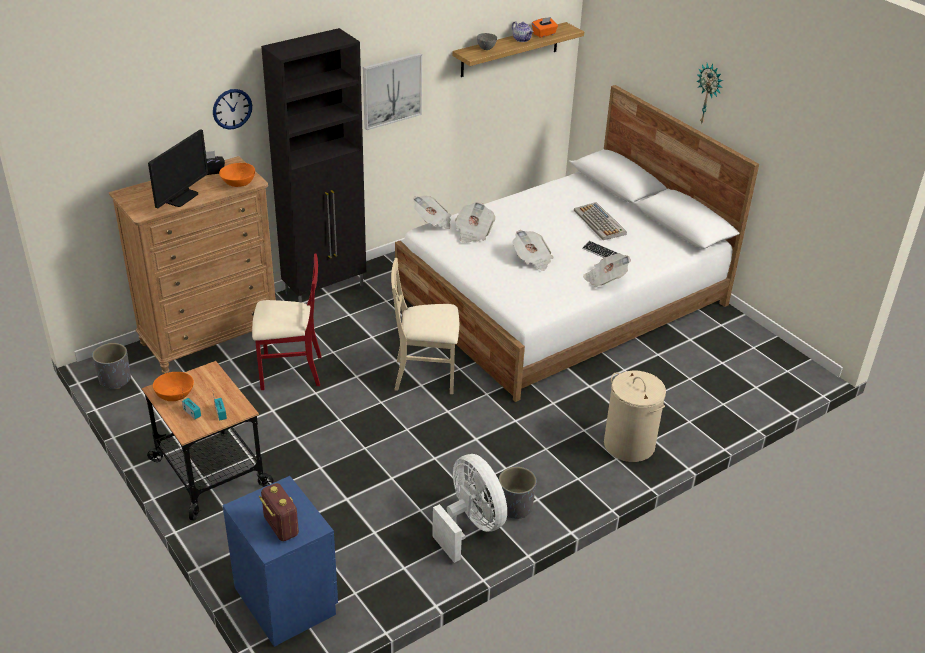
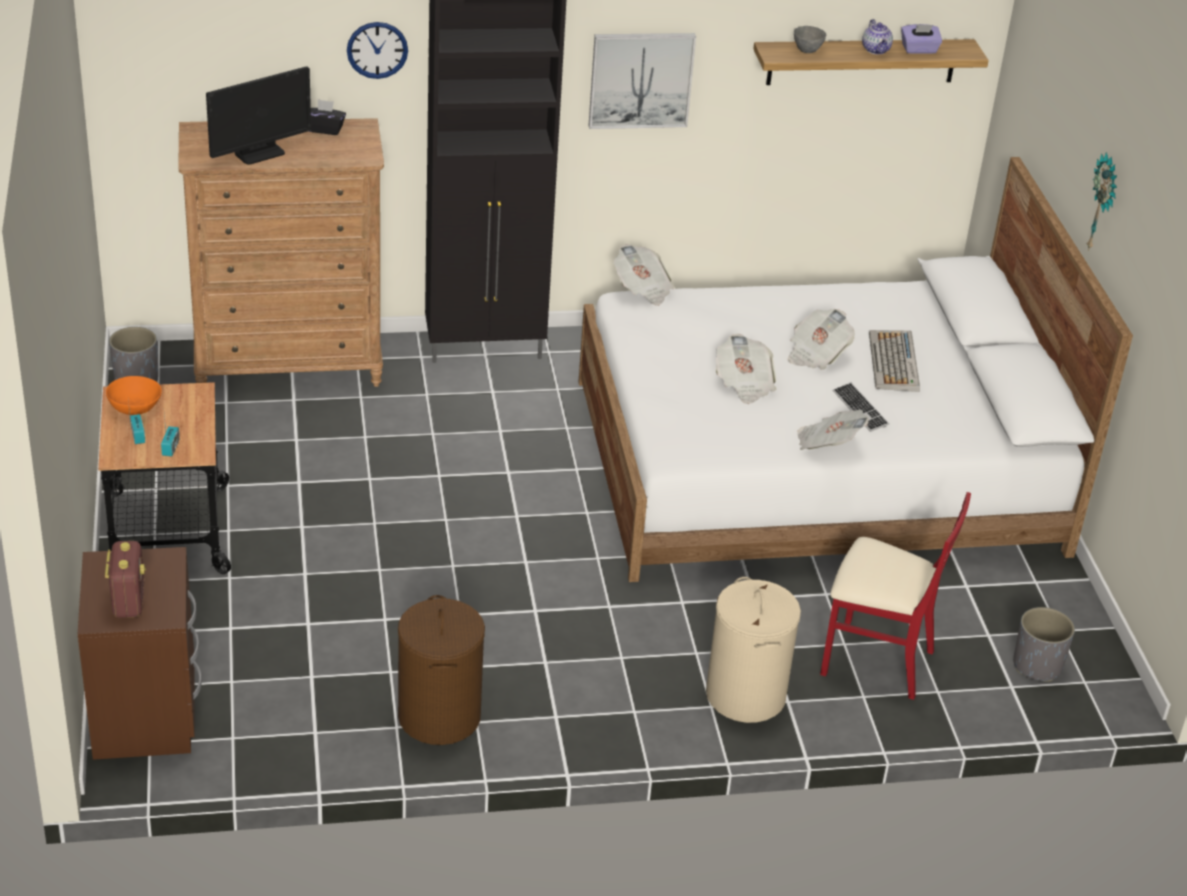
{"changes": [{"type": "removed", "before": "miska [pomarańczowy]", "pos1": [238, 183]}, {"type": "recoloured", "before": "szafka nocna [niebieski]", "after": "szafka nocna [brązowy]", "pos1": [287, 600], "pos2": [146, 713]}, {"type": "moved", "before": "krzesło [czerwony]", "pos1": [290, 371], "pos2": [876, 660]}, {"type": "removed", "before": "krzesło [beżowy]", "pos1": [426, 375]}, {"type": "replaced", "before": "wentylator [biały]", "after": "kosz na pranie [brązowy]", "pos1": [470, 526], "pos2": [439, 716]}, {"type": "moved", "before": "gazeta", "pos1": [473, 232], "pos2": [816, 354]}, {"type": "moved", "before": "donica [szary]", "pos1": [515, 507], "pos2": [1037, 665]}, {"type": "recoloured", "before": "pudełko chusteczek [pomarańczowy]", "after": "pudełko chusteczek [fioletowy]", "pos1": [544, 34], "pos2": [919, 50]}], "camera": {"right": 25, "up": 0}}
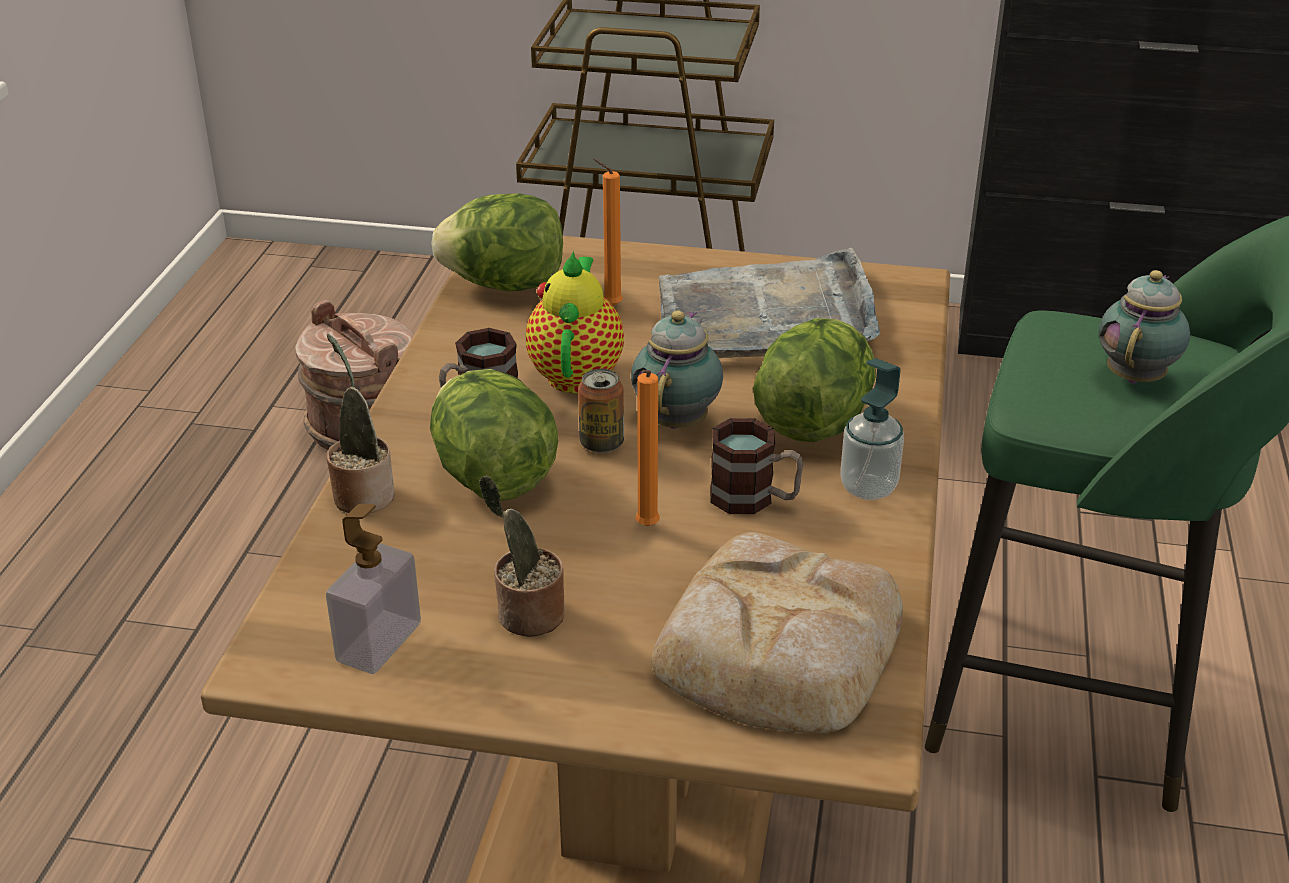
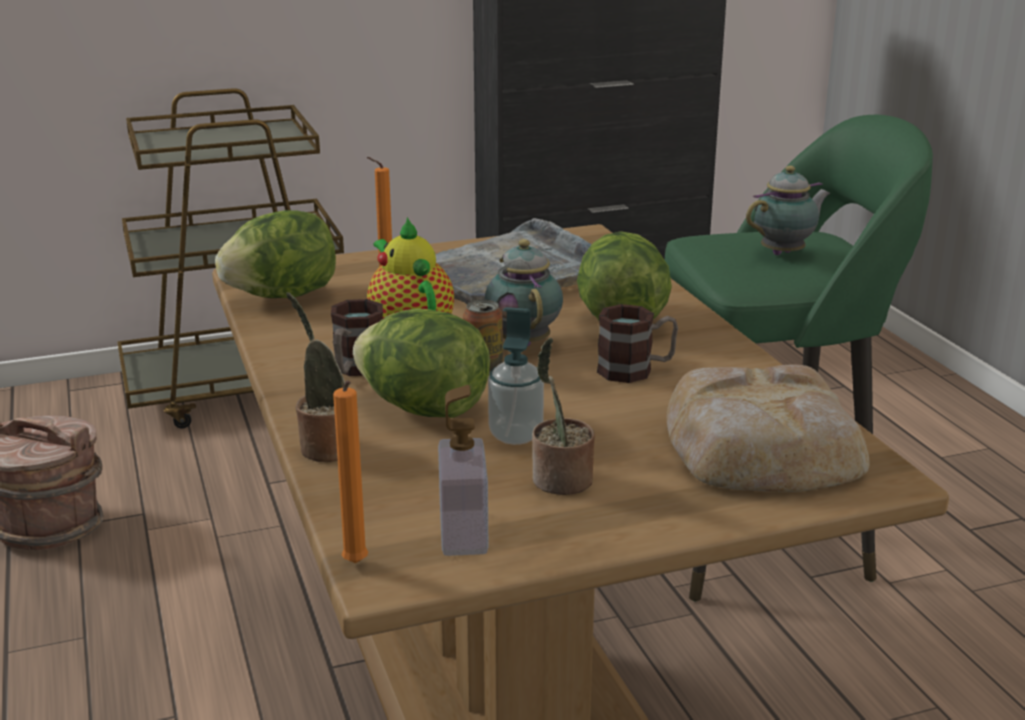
{"changes": [{"type": "moved", "before": "świeca [pomarańczowy]", "pos1": [646, 528], "pos2": [355, 565]}, {"type": "moved", "before": "dozownik mydła", "pos1": [868, 488], "pos2": [515, 435]}, {"type": "turned", "before": "imbryk", "pos1": [1136, 376], "pos2": [785, 253], "turn": 60}], "camera": {"right": -30, "up": -10}}
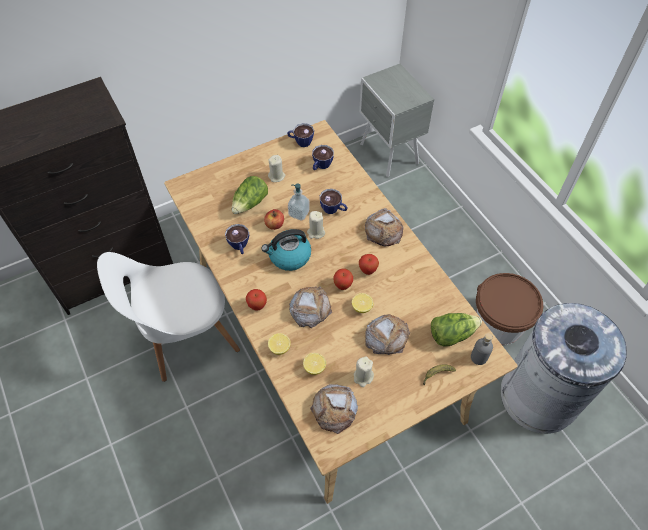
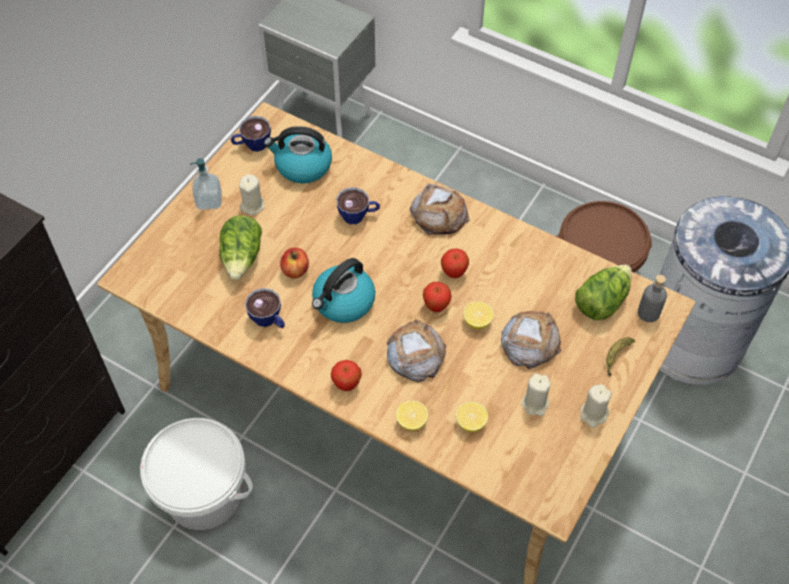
{"changes": [{"type": "replaced", "before": "krzesło [biały]", "after": "wiadro [biały]", "pos1": [185, 336], "pos2": [203, 494]}, {"type": "moved", "before": "dozownik mydła", "pos1": [299, 213], "pos2": [209, 201]}, {"type": "moved", "before": "świeca [beżowy]", "pos1": [316, 232], "pos2": [593, 414]}, {"type": "removed", "before": "chleb", "pos1": [334, 409]}, {"type": "replaced", "before": "filiżanka", "after": "czajnik", "pos1": [321, 166], "pos2": [302, 166]}], "camera": {"right": -30, "up": 0}}
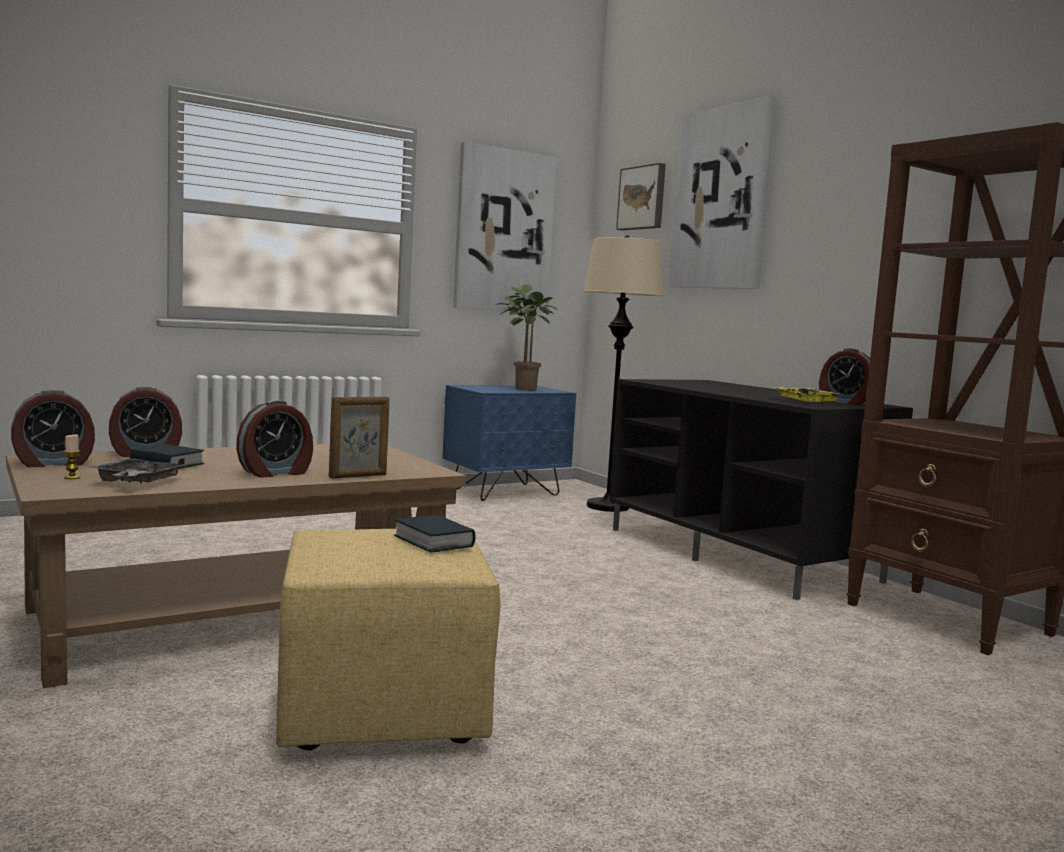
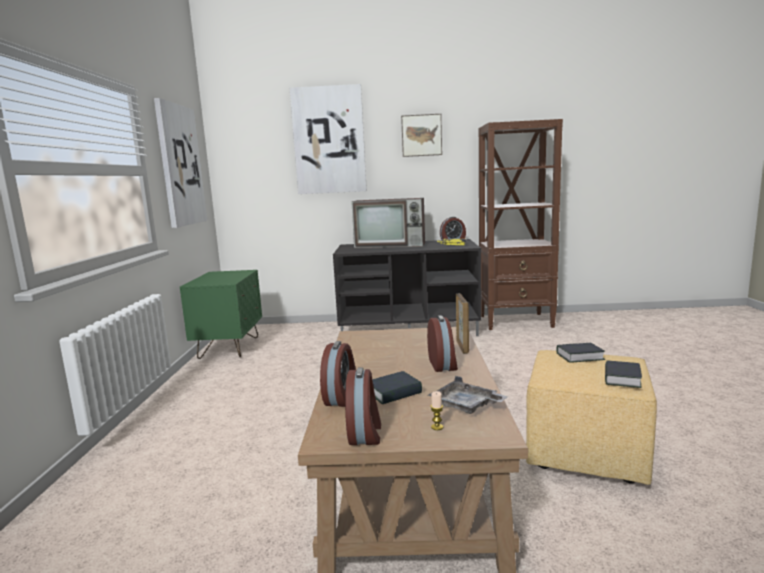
{"changes": [{"type": "recoloured", "before": "szafka nocna [niebieski]", "after": "szafka nocna [zielony]", "pos1": [505, 492], "pos2": [229, 347]}, {"type": "removed", "before": "roślina doniczkowa", "pos1": [522, 389]}, {"type": "removed", "before": "lampa stojąca [beżowy]", "pos1": [608, 506]}, {"type": "moved", "before": "obraz", "pos1": [643, 198], "pos2": [421, 135]}, {"type": "added", "after": "telewizor", "pos2": [391, 245]}, {"type": "added", "after": "książka", "pos2": [622, 379]}], "camera": {"right": -55, "up": 5}}
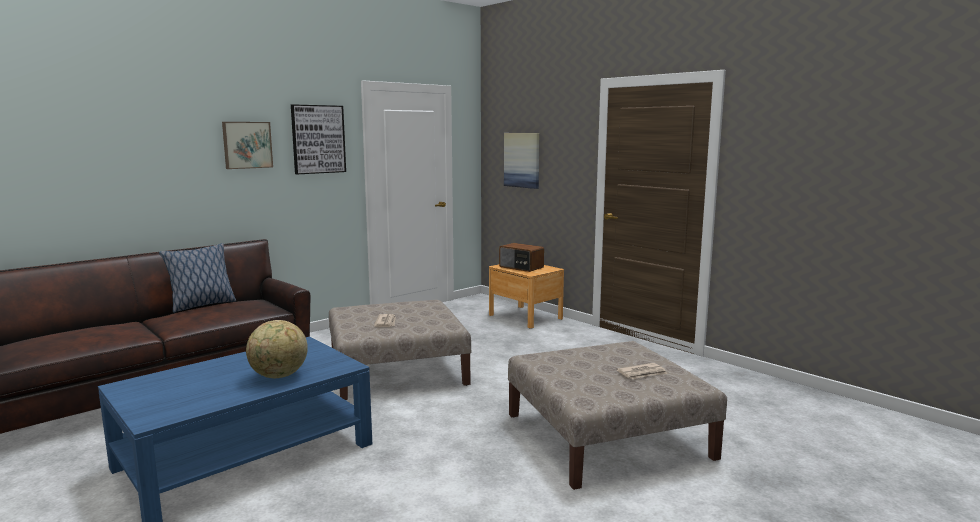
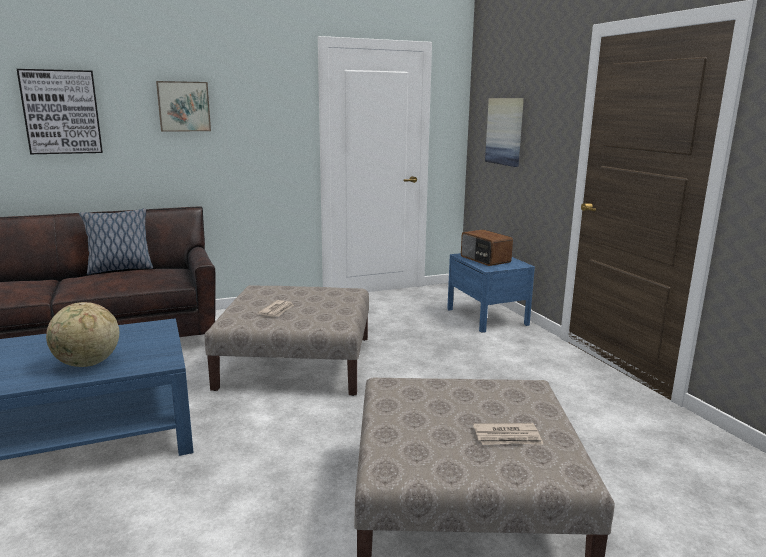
{"changes": [{"type": "moved", "before": "obraz", "pos1": [318, 139], "pos2": [61, 112]}, {"type": "recoloured", "before": "szafka nocna [brązowy]", "after": "szafka nocna [niebieski]", "pos1": [525, 317], "pos2": [487, 316]}], "camera": {"right": 20, "up": 5}}
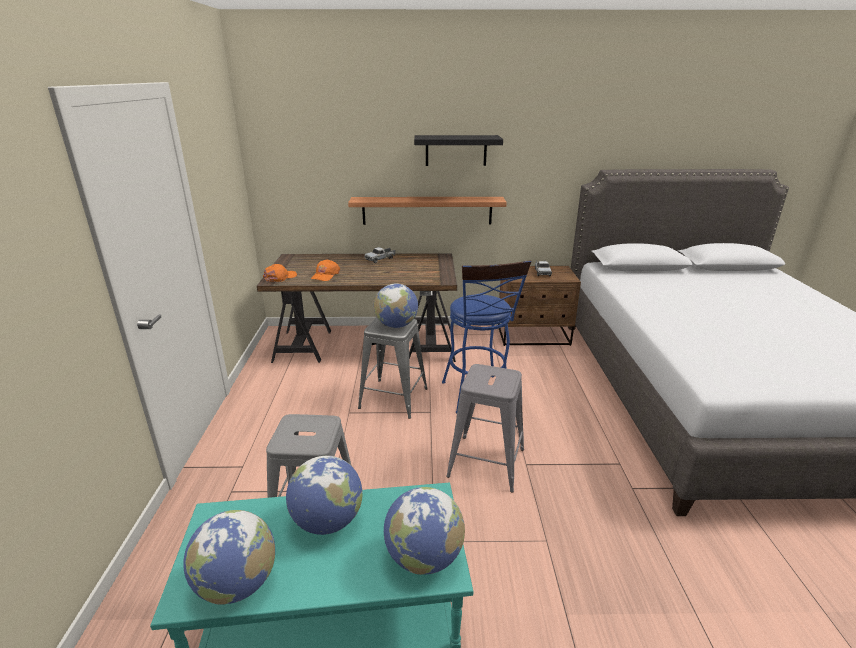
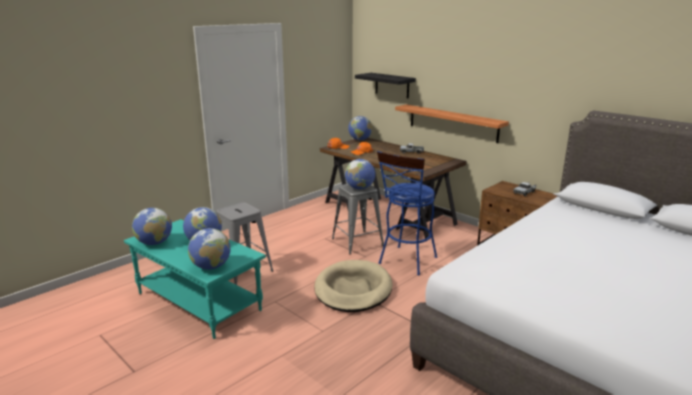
{"changes": [{"type": "moved", "before": "półka [czarny]", "pos1": [456, 150], "pos2": [392, 85]}, {"type": "replaced", "before": "stołek [szary]", "after": "legowisko [beżowy]", "pos1": [486, 462], "pos2": [353, 289]}, {"type": "added", "after": "globus", "pos2": [360, 140]}], "camera": {"right": 45, "up": -5}}
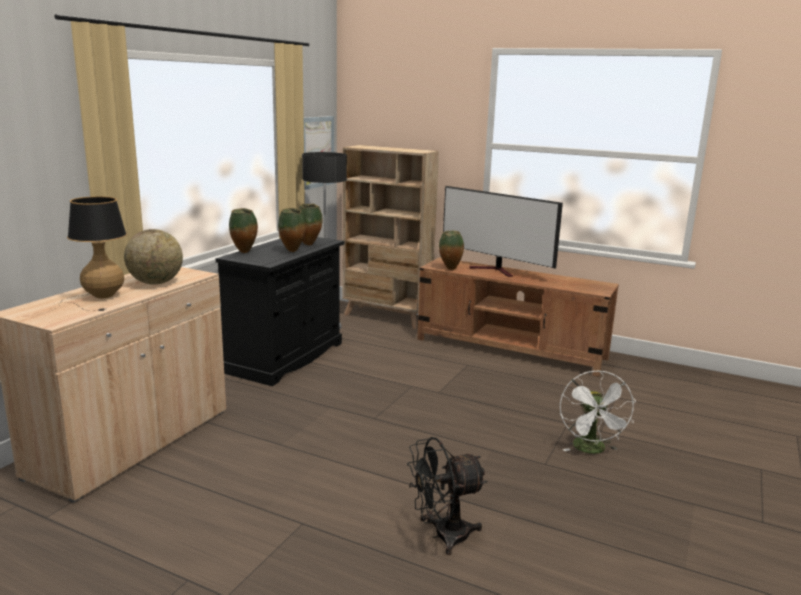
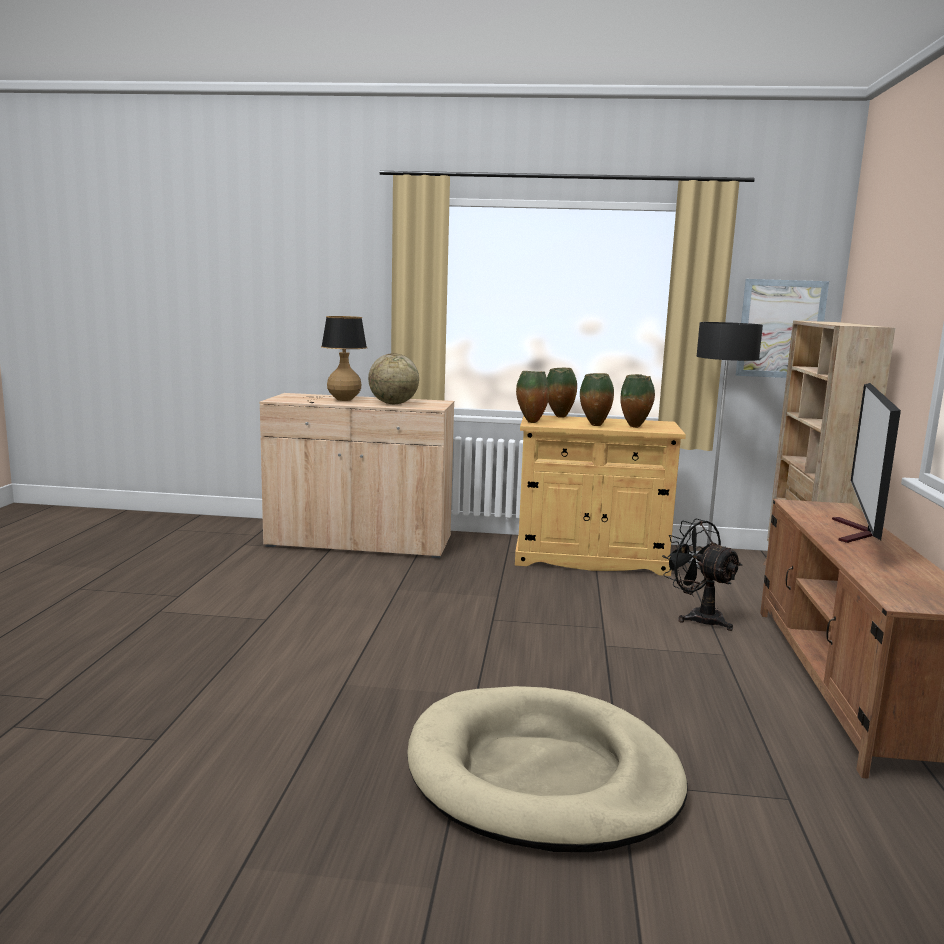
{"changes": [{"type": "recoloured", "before": "szafka [czarny]", "after": "szafka [beżowy]", "pos1": [286, 357], "pos2": [590, 559]}, {"type": "moved", "before": "wentylator [czarny]", "pos1": [442, 536], "pos2": [698, 617]}, {"type": "moved", "before": "wazon", "pos1": [450, 269], "pos2": [530, 422]}, {"type": "replaced", "before": "wentylator [biały]", "after": "legowisko [beżowy]", "pos1": [592, 450], "pos2": [543, 775]}], "camera": {"right": 70, "up": -5}}
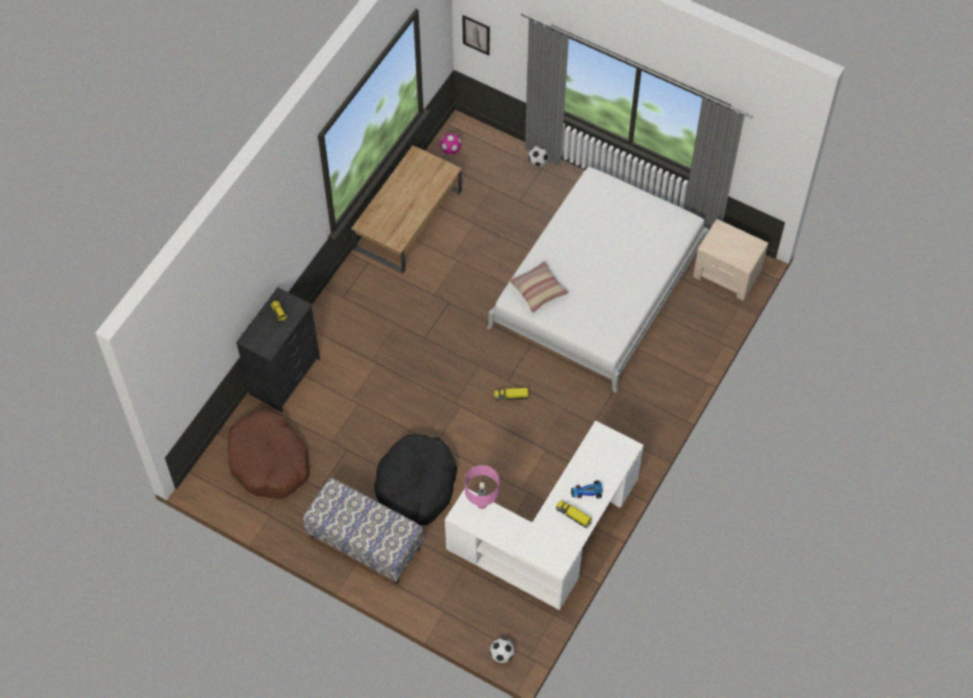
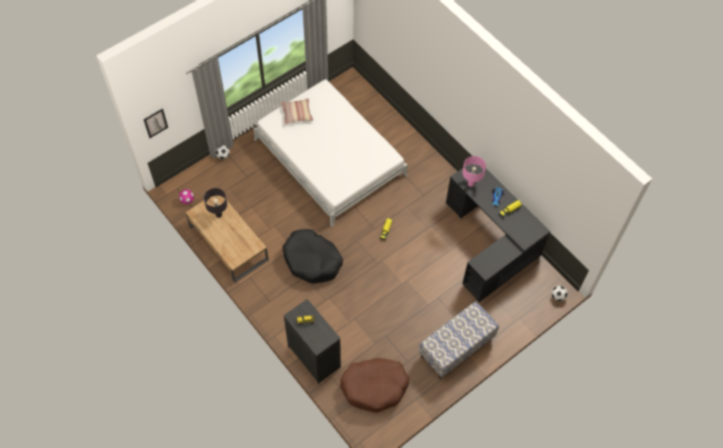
{"changes": [{"type": "moved", "before": "legowisko [czarny]", "pos1": [416, 486], "pos2": [312, 260]}, {"type": "recoloured", "before": "biurko [biały]", "after": "biurko [czarny]", "pos1": [552, 538], "pos2": [491, 243]}, {"type": "moved", "before": "lampa stołowa [różowy]", "pos1": [481, 504], "pos2": [470, 184]}, {"type": "moved", "before": "poduszka", "pos1": [538, 290], "pos2": [297, 113]}, {"type": "removed", "before": "szafka nocna [beżowy]", "pos1": [727, 273]}, {"type": "added", "after": "lampa stołowa [czarny]", "pos2": [219, 215]}], "camera": {"right": -70, "up": 0}}
